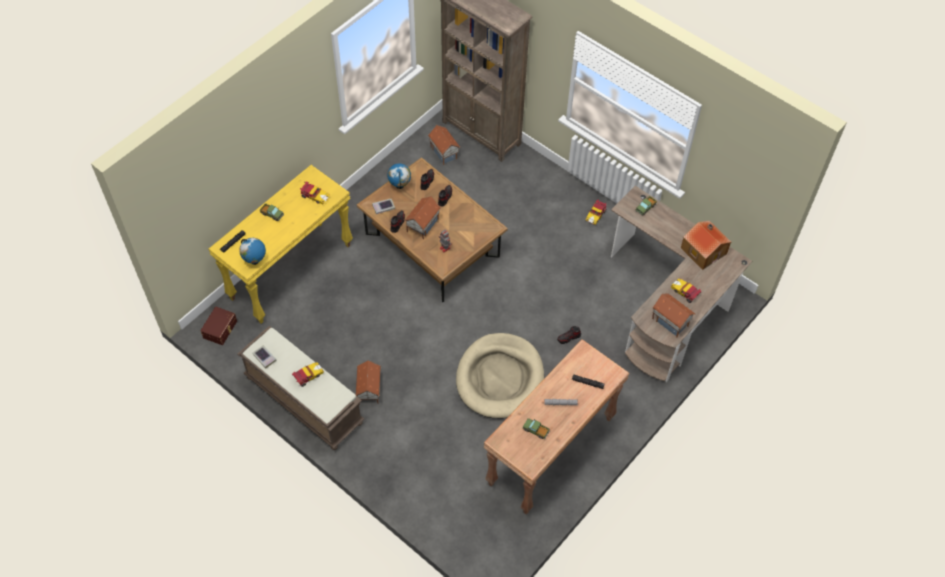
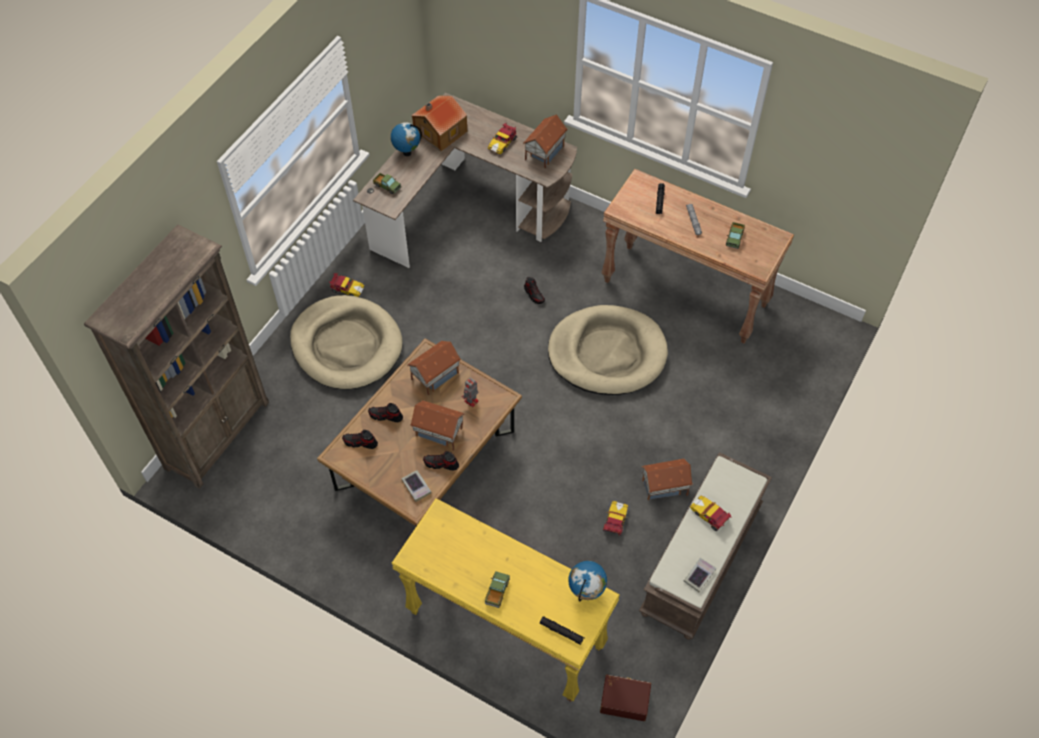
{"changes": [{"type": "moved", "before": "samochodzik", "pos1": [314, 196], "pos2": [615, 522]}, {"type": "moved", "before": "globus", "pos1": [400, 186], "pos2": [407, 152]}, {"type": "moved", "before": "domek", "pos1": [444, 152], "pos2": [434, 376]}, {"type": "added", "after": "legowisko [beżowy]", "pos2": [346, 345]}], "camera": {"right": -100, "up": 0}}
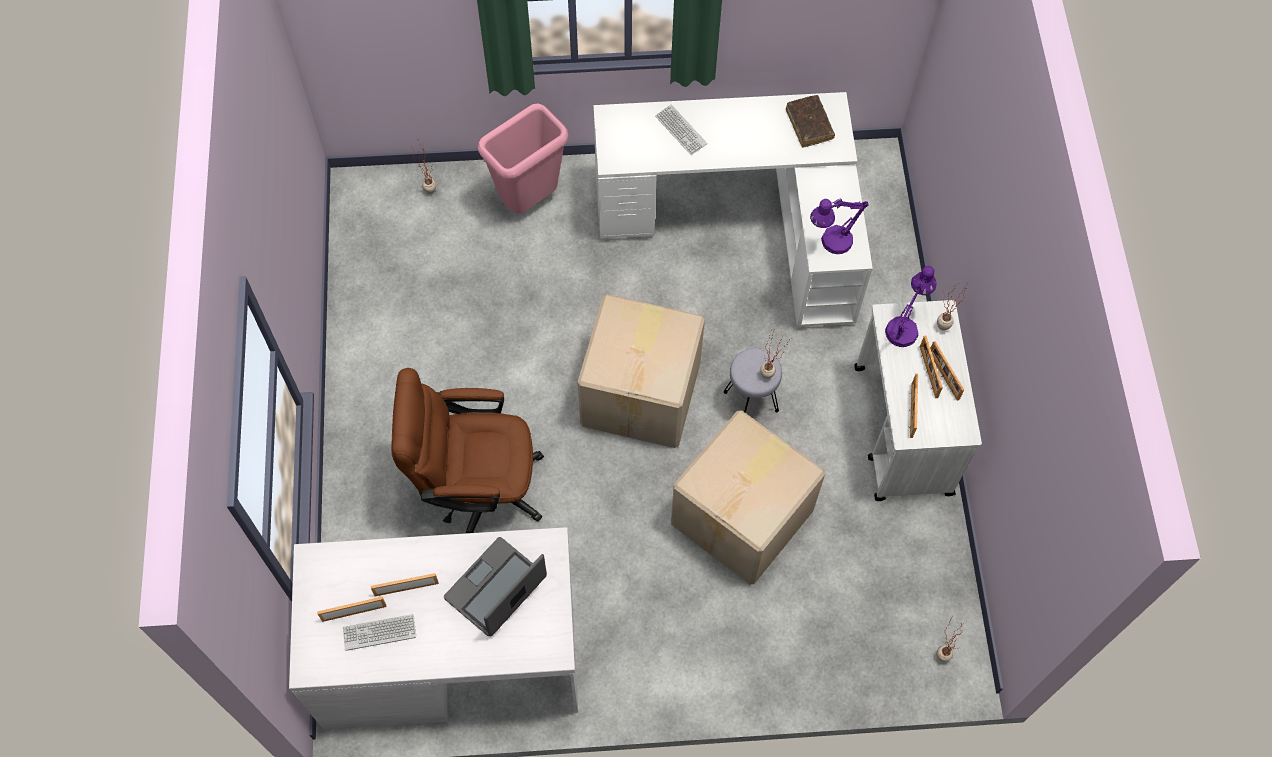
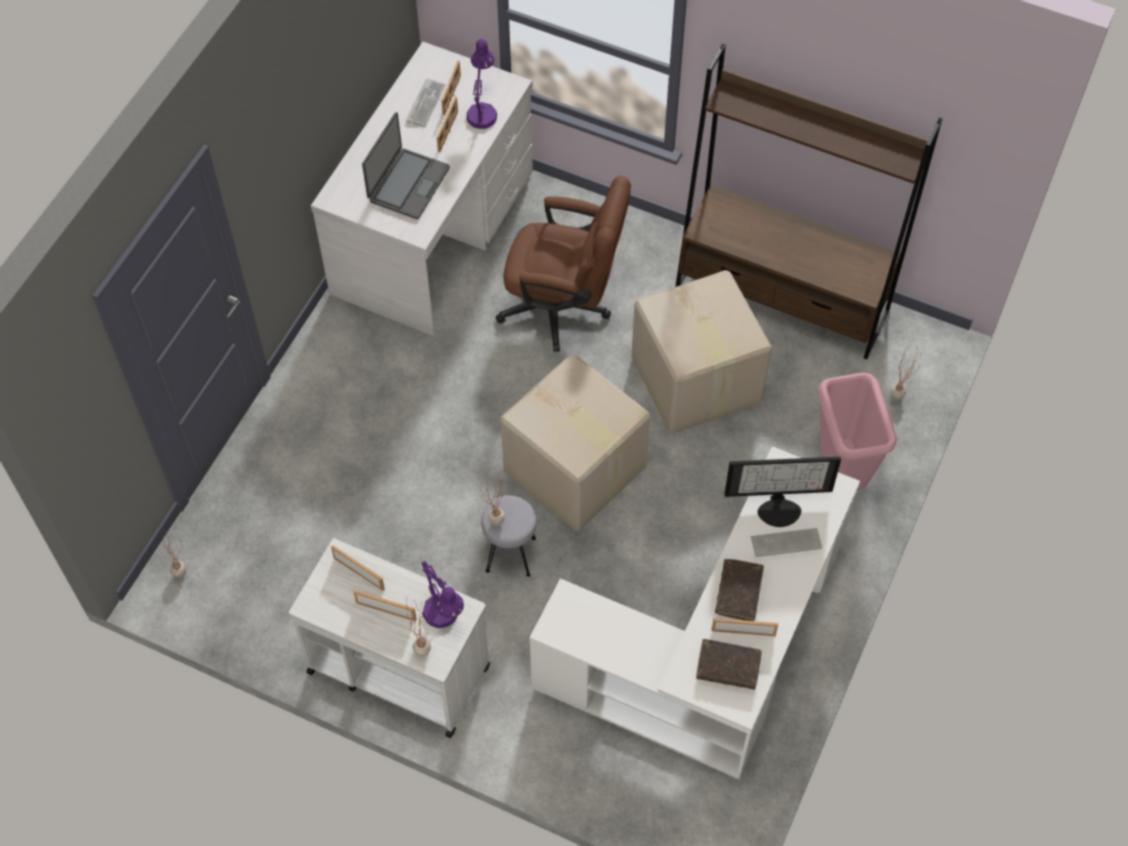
{"changes": [{"type": "turned", "before": "krzesło biurowe [brązowy]", "pos1": [476, 486], "pos2": [564, 308], "turn": 75}, {"type": "turned", "before": "laptop", "pos1": [496, 588], "pos2": [408, 184], "turn": 45}, {"type": "moved", "before": "karton", "pos1": [744, 516], "pos2": [695, 381]}, {"type": "moved", "before": "lampa stołowa [fioletowy]", "pos1": [830, 243], "pos2": [482, 111]}, {"type": "moved", "before": "ramka na zdjęcie", "pos1": [943, 376], "pos2": [743, 631]}, {"type": "added", "after": "regał [brązowy]", "pos2": [782, 299]}, {"type": "added", "after": "książka [brązowy]", "pos2": [738, 593]}, {"type": "added", "after": "monitor", "pos2": [779, 508]}], "camera": {"right": 120, "up": -5}}
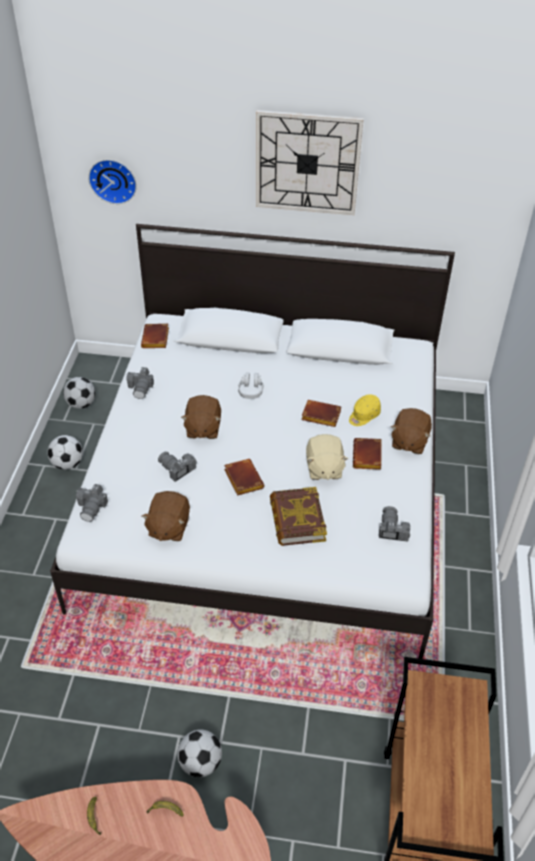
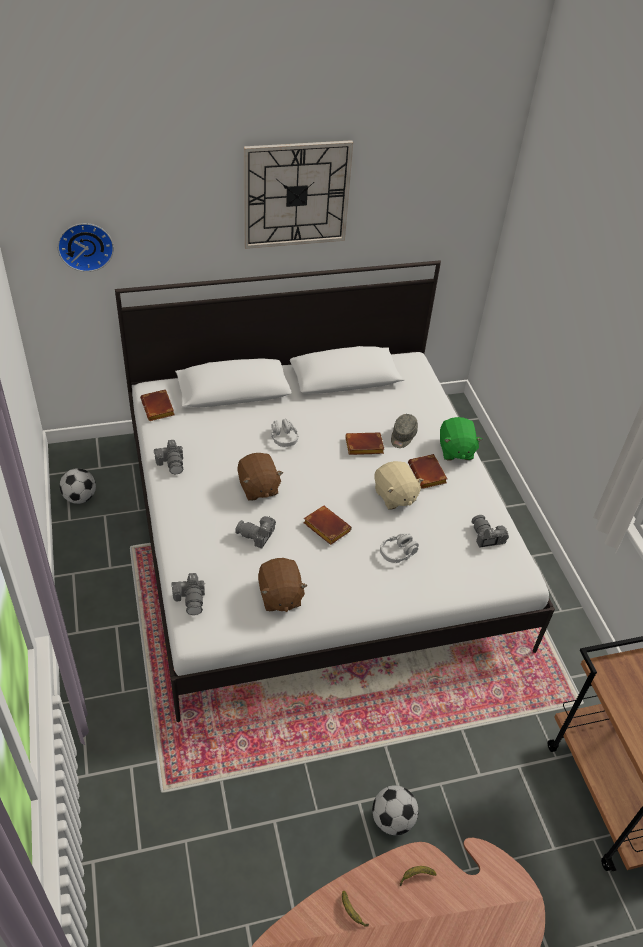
{"changes": [{"type": "removed", "before": "piłka futbolowa", "pos1": [67, 463]}, {"type": "replaced", "before": "książka", "after": "słuchawki [szary]", "pos1": [297, 520], "pos2": [398, 552]}, {"type": "recoloured", "before": "czapka z daszkiem [żółty]", "after": "czapka z daszkiem [szary]", "pos1": [363, 416], "pos2": [402, 436]}, {"type": "recoloured", "before": "pluszak [brązowy]", "after": "pluszak [zielony]", "pos1": [409, 441], "pos2": [455, 450]}], "camera": {"right": -25, "up": 0}}
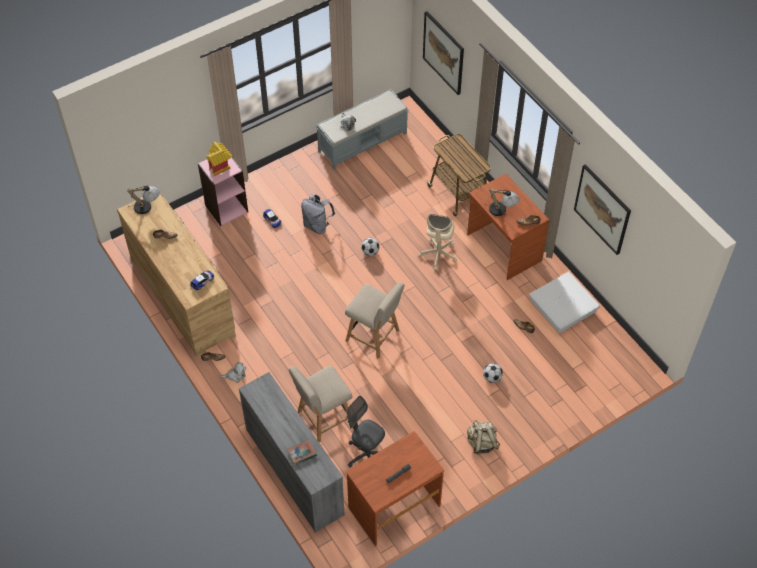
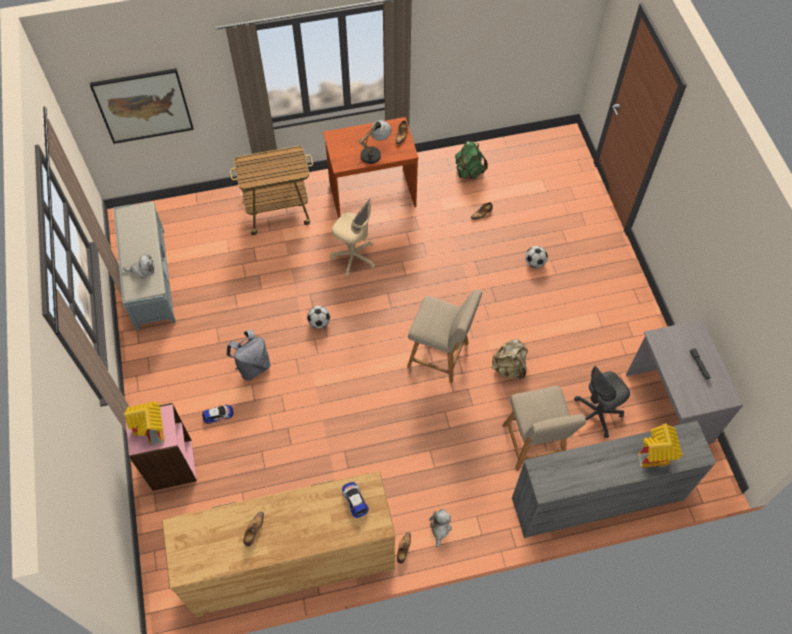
{"changes": [{"type": "removed", "before": "lampa stołowa", "pos1": [147, 207]}, {"type": "replaced", "before": "książka", "after": "domek", "pos1": [302, 453], "pos2": [655, 456]}, {"type": "turned", "before": "krzesło [beżowy]", "pos1": [375, 337], "pos2": [441, 356], "turn": 60}, {"type": "recoloured", "before": "biurko [brązowy]", "after": "biurko [szary]", "pos1": [394, 505], "pos2": [667, 407]}, {"type": "moved", "before": "plecak [beżowy]", "pos1": [481, 443], "pos2": [509, 367]}, {"type": "replaced", "before": "pojemnik do przechowywania [biały]", "after": "plecak [zielony]", "pos1": [562, 306], "pos2": [468, 172]}, {"type": "removed", "before": "obraz", "pos1": [602, 209]}], "camera": {"right": -70, "up": 5}}
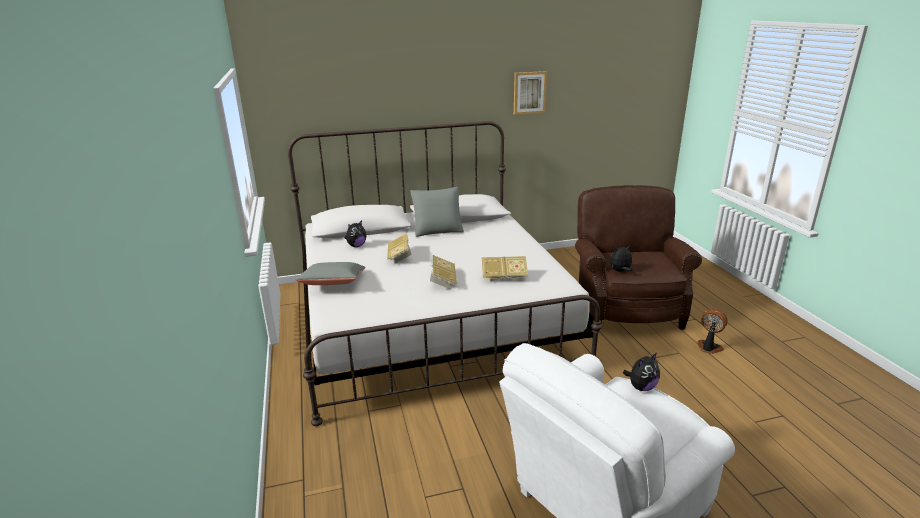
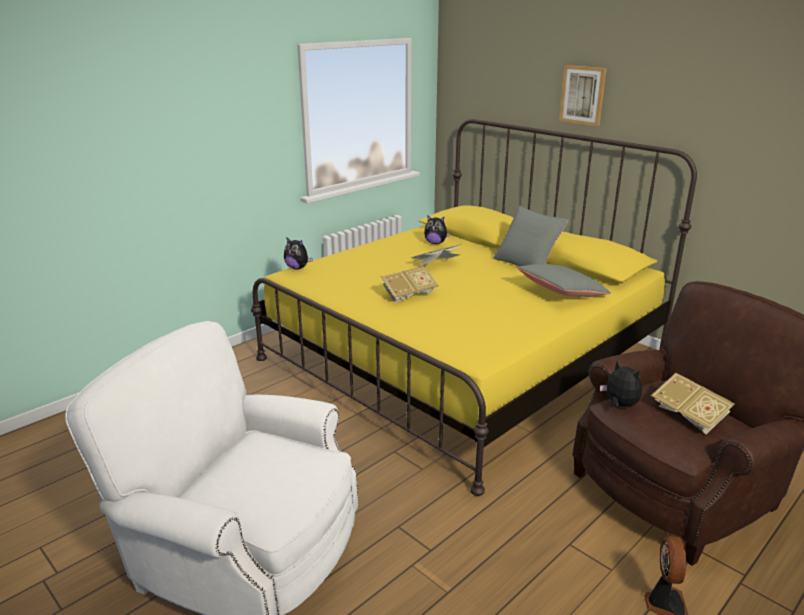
{"changes": [{"type": "recoloured", "before": "łóżko [biały]", "after": "łóżko [żółty]", "pos1": [430, 321], "pos2": [462, 357]}, {"type": "moved", "before": "poduszka [szary]", "pos1": [333, 284], "pos2": [561, 293]}, {"type": "moved", "before": "książka", "pos1": [504, 278], "pos2": [689, 416]}, {"type": "moved", "before": "obraz", "pos1": [529, 92], "pos2": [583, 95]}, {"type": "moved", "before": "pluszak", "pos1": [641, 387], "pos2": [297, 268]}], "camera": {"right": 60, "up": 0}}
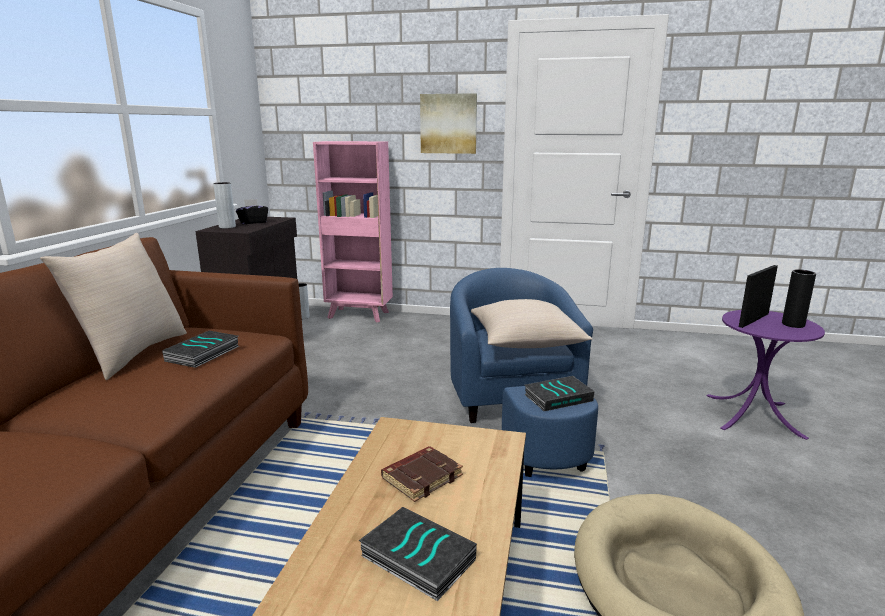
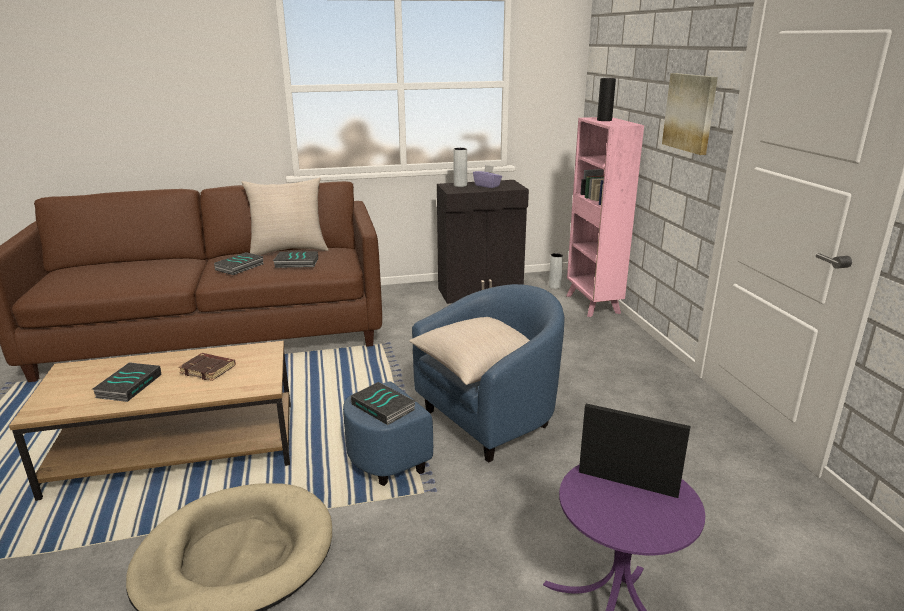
{"changes": [{"type": "recoloured", "before": "pudełko chusteczek [czarny]", "after": "pudełko chusteczek [fioletowy]", "pos1": [253, 222], "pos2": [487, 186]}, {"type": "moved", "before": "wazon [czarny]", "pos1": [793, 324], "pos2": [604, 120]}, {"type": "added", "after": "książka", "pos2": [240, 267]}], "camera": {"right": 65, "up": 5}}
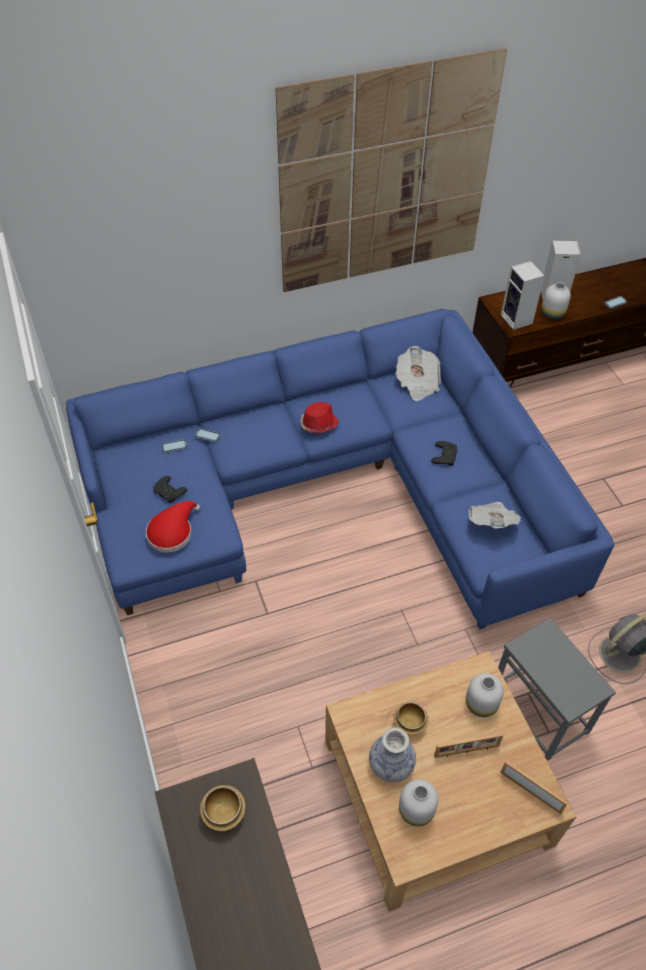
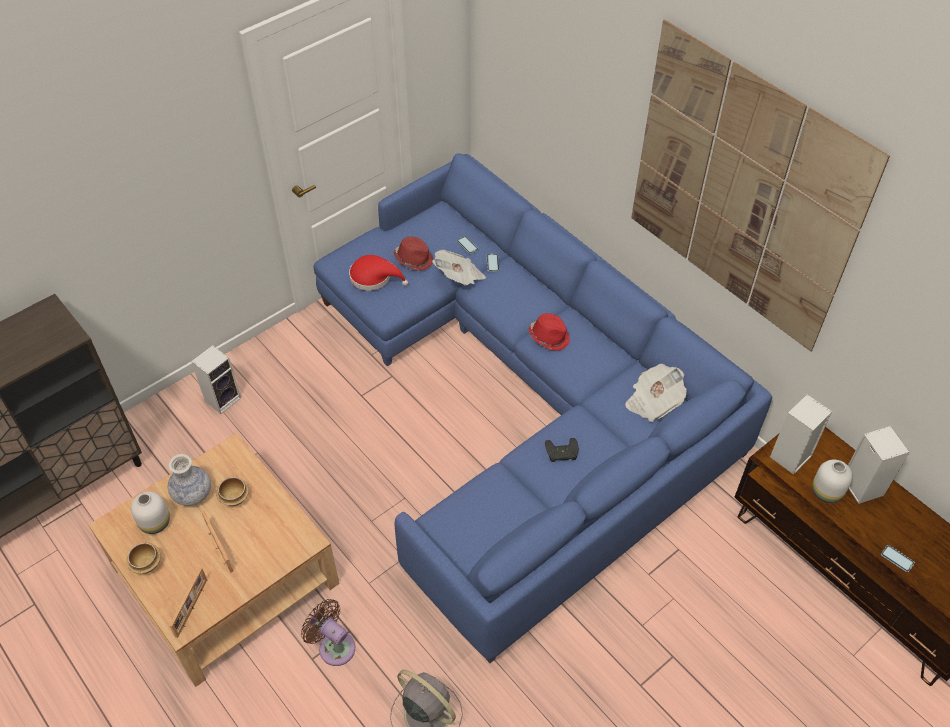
{"changes": [{"type": "replaced", "before": "pad do gier [czarny]", "after": "kapelusz [czerwony]", "pos1": [168, 492], "pos2": [414, 259]}, {"type": "moved", "before": "miska", "pos1": [224, 812], "pos2": [147, 564]}, {"type": "removed", "before": "wazon [biały]", "pos1": [480, 703]}, {"type": "moved", "before": "gazeta", "pos1": [491, 523], "pos2": [459, 277]}, {"type": "replaced", "before": "stolik [szary]", "after": "wentylator [brązowy]", "pos1": [540, 710], "pos2": [334, 646]}, {"type": "added", "after": "głośnik", "pos2": [223, 398]}], "camera": {"right": 70, "up": 0}}
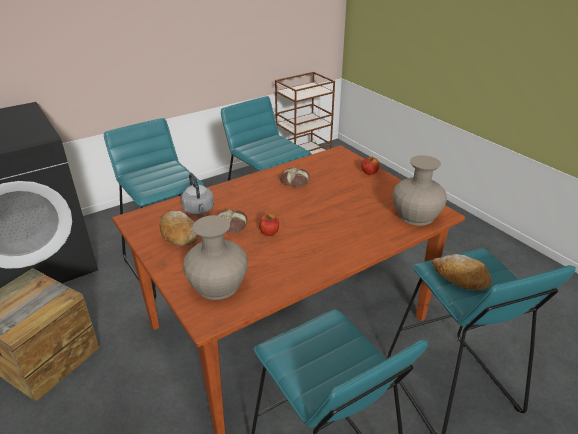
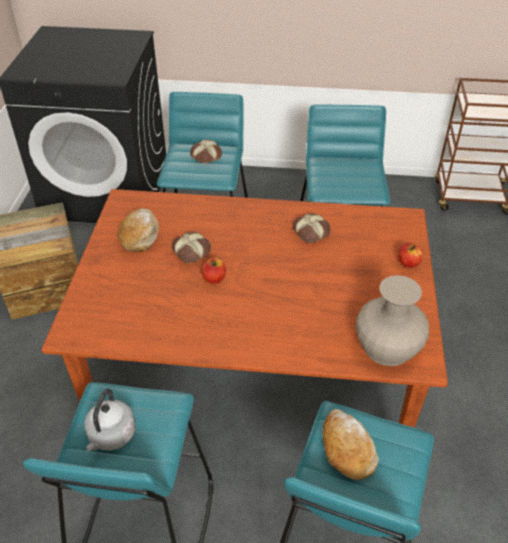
{"changes": [{"type": "moved", "before": "czajnik [szary]", "pos1": [199, 210], "pos2": [111, 436]}, {"type": "removed", "before": "wazon [beżowy]", "pos1": [218, 285]}, {"type": "added", "after": "chleb", "pos2": [205, 155]}], "camera": {"right": 40, "up": 10}}
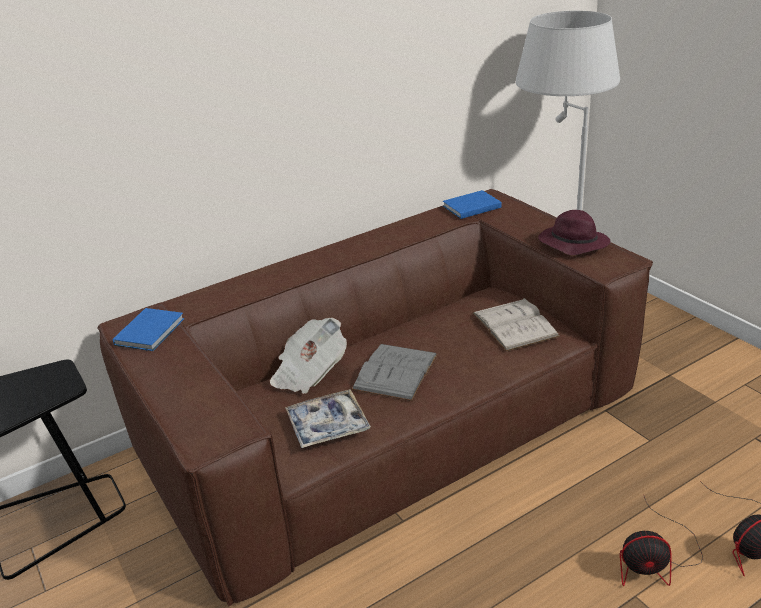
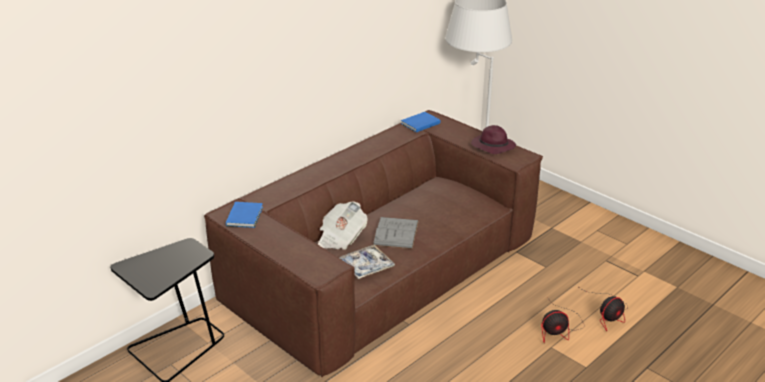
{"changes": [{"type": "removed", "before": "książka [biały]", "pos1": [514, 324]}], "camera": {"right": -15, "up": 0}}
